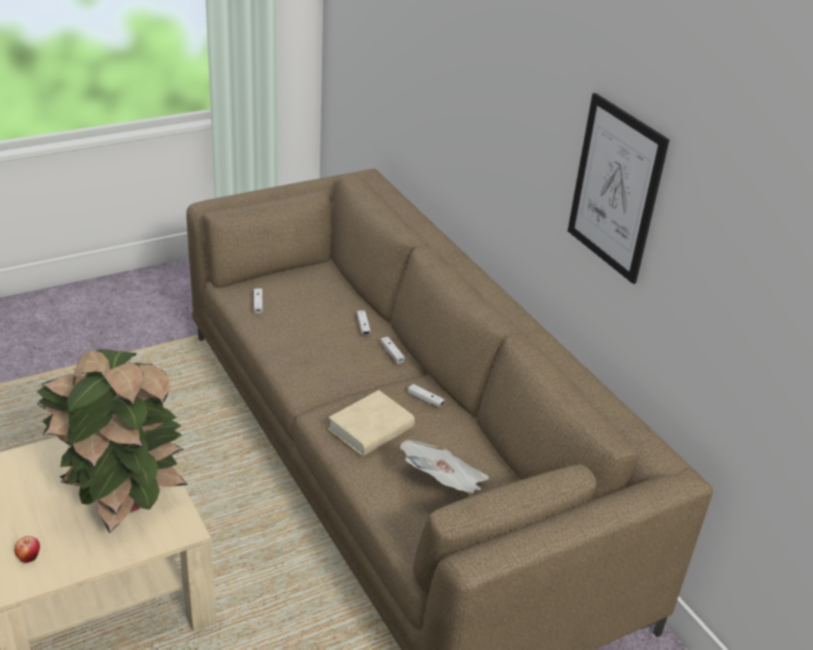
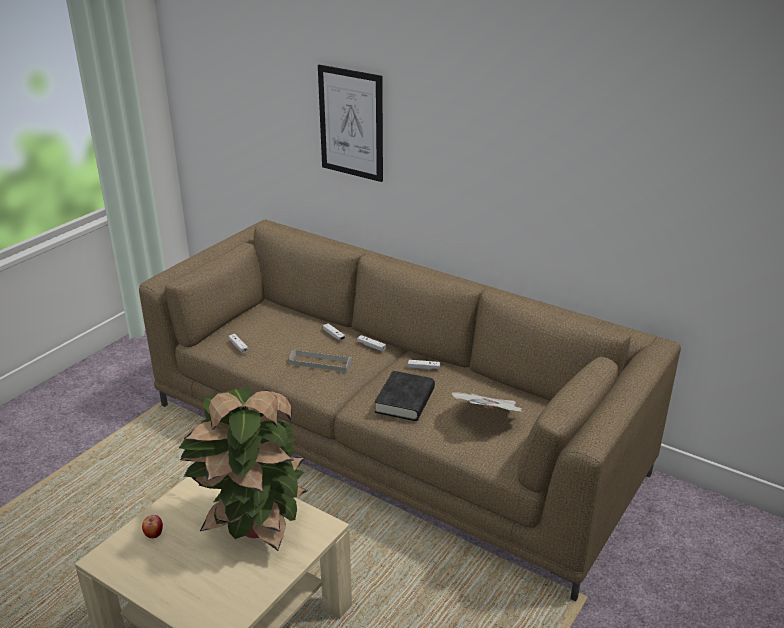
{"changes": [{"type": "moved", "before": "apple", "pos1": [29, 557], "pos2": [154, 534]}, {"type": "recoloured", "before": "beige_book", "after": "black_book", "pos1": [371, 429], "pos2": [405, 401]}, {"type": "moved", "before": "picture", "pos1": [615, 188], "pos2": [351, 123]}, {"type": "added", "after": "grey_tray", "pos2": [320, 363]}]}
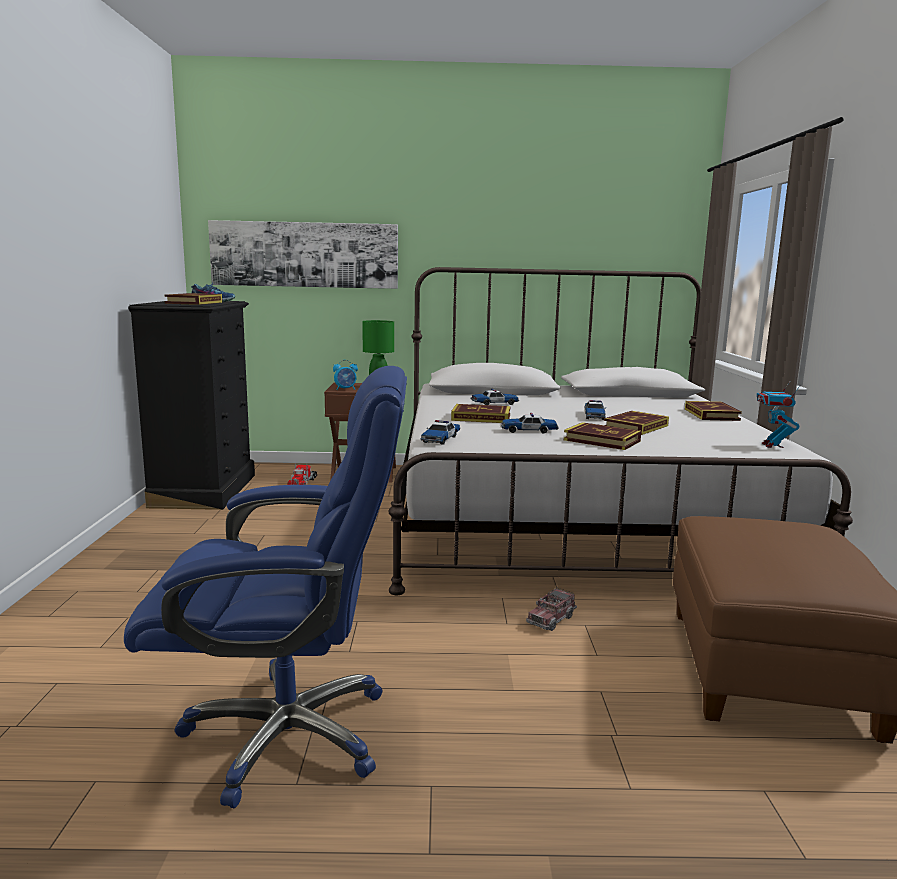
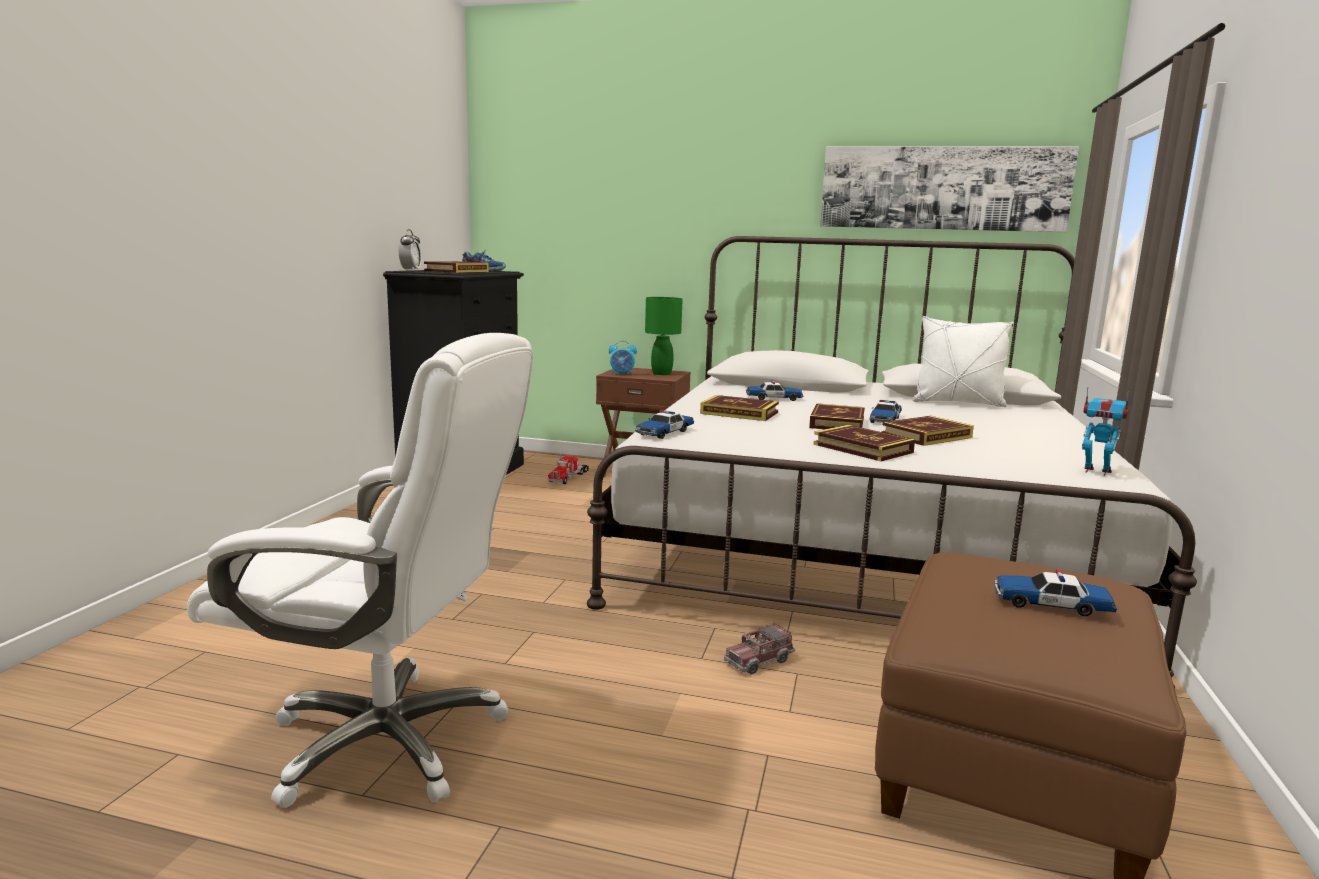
{"changes": [{"type": "recoloured", "before": "blue_office_chair", "after": "white_office_chair", "pos1": [282, 733], "pos2": [381, 739]}, {"type": "moved", "before": "picture", "pos1": [304, 254], "pos2": [942, 188]}, {"type": "moved", "before": "toy_car", "pos1": [529, 430], "pos2": [1051, 604]}, {"type": "moved", "before": "book", "pos1": [711, 414], "pos2": [837, 423]}, {"type": "turned", "before": "toy_robot", "pos1": [772, 445], "pos2": [1096, 471], "turn": 105}, {"type": "added", "after": "alarm_clock", "pos2": [410, 270]}, {"type": "added", "after": "white_pillow", "pos2": [957, 403]}]}
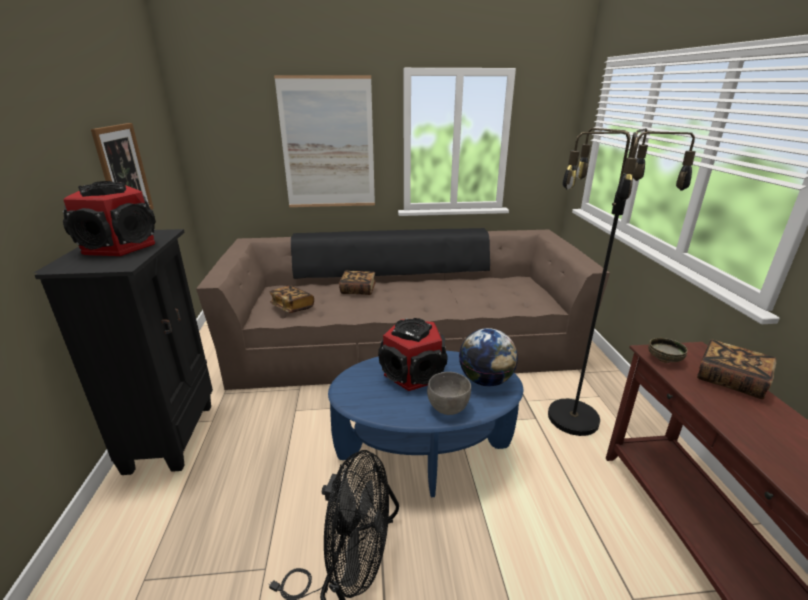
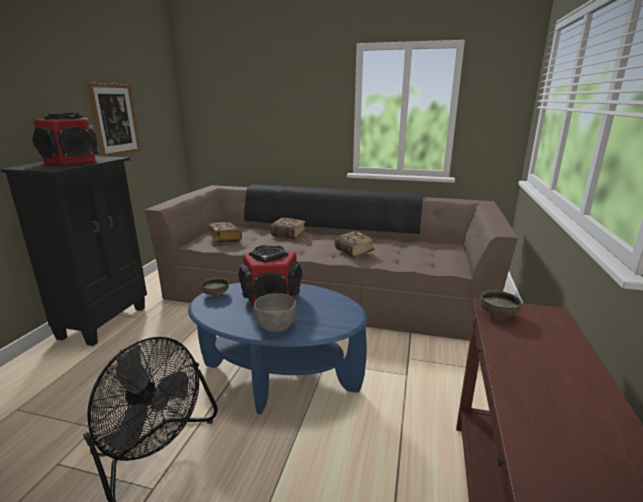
{"changes": [{"type": "removed", "before": "picture", "pos1": [328, 144]}, {"type": "removed", "before": "globe", "pos1": [485, 380]}, {"type": "removed", "before": "floor_lamp", "pos1": [572, 417]}, {"type": "moved", "before": "book", "pos1": [730, 380], "pos2": [354, 252]}, {"type": "added", "after": "bowl", "pos2": [215, 295]}]}
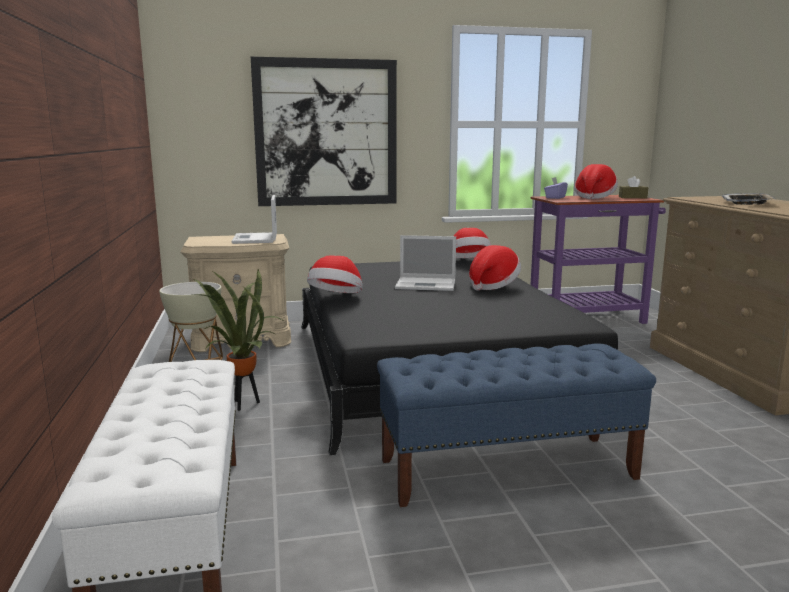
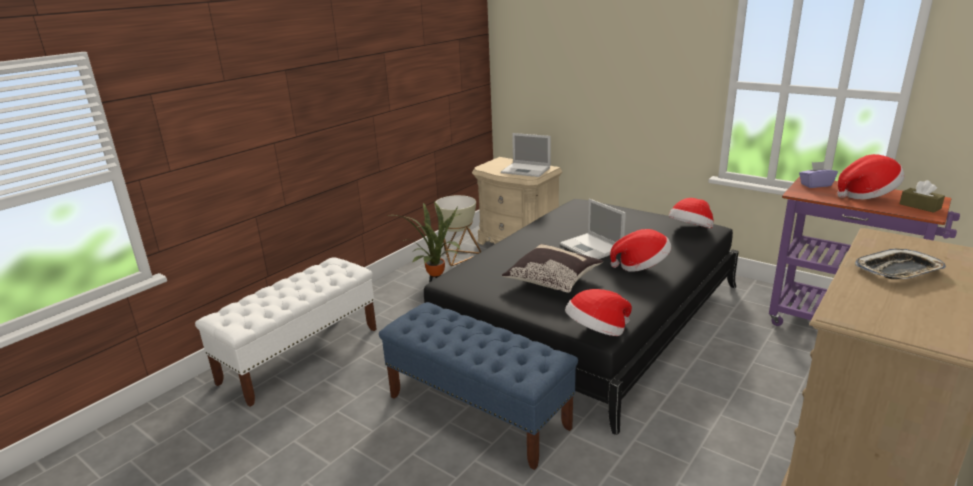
{"changes": [{"type": "turned", "before": "laptop", "pos1": [255, 239], "pos2": [527, 170], "turn": -105}, {"type": "removed", "before": "picture", "pos1": [326, 133]}, {"type": "moved", "before": "hat", "pos1": [336, 298], "pos2": [596, 332]}, {"type": "added", "after": "pillow", "pos2": [553, 280]}]}
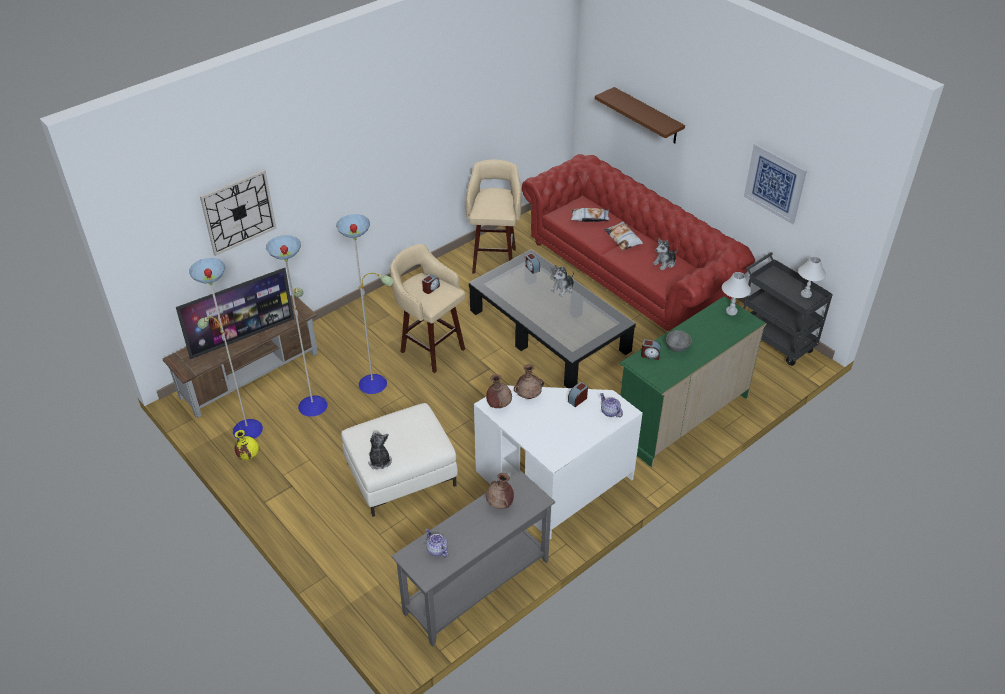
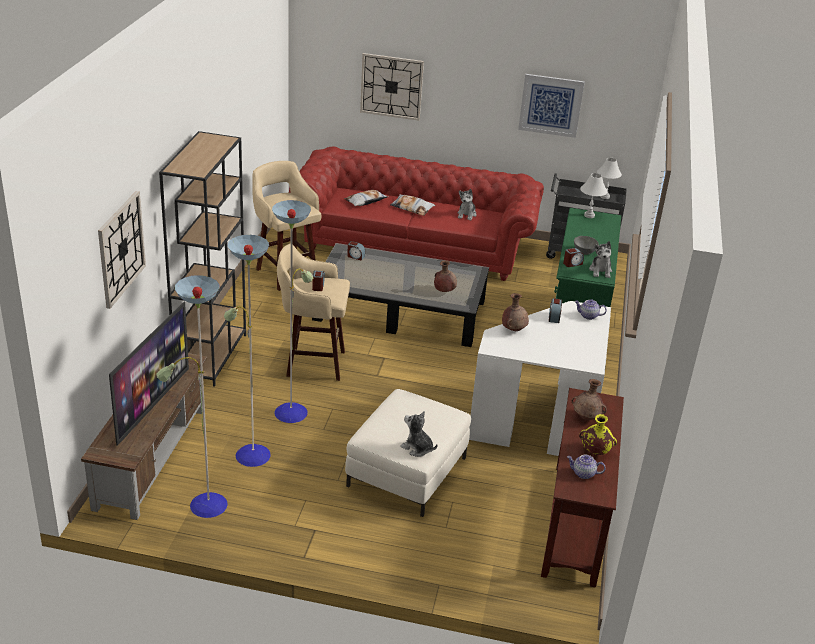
{"changes": [{"type": "moved", "before": "yellow_vase", "pos1": [248, 455], "pos2": [595, 451]}, {"type": "recoloured", "before": "grey_console_table", "after": "brown_console_table", "pos1": [476, 587], "pos2": [575, 524]}, {"type": "moved", "before": "brown_vase", "pos1": [499, 404], "pos2": [444, 291]}, {"type": "moved", "before": "plush_toy", "pos1": [563, 288], "pos2": [600, 271]}, {"type": "replaced", "before": "brown_shelf", "after": "wall_clock", "pos1": [647, 116], "pos2": [391, 86]}, {"type": "added", "after": "bookcase", "pos2": [210, 356]}]}
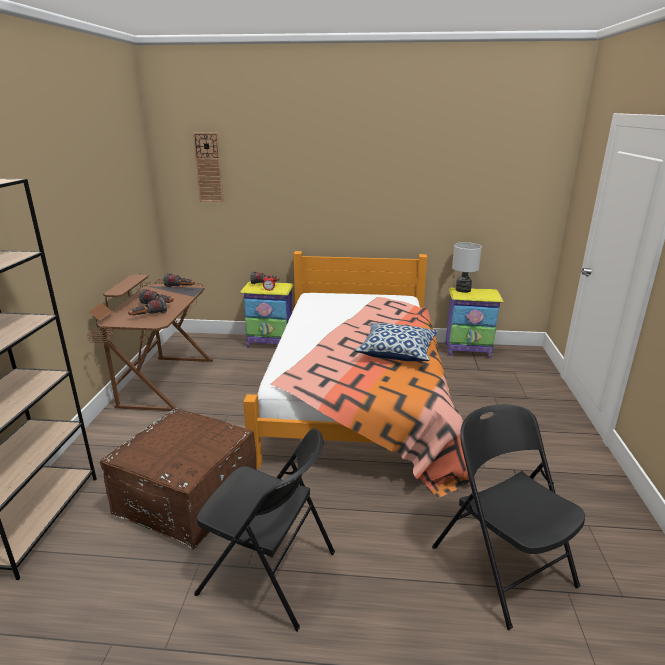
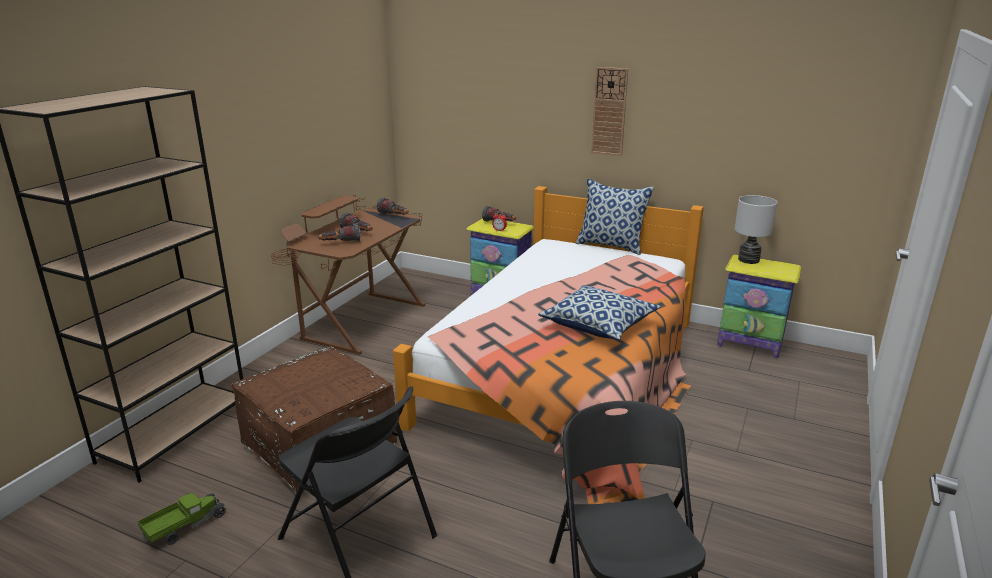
{"changes": [{"type": "moved", "before": "wall_clock", "pos1": [208, 168], "pos2": [609, 111]}, {"type": "added", "after": "toy_truck", "pos2": [185, 526]}, {"type": "added", "after": "pillow", "pos2": [611, 246]}]}
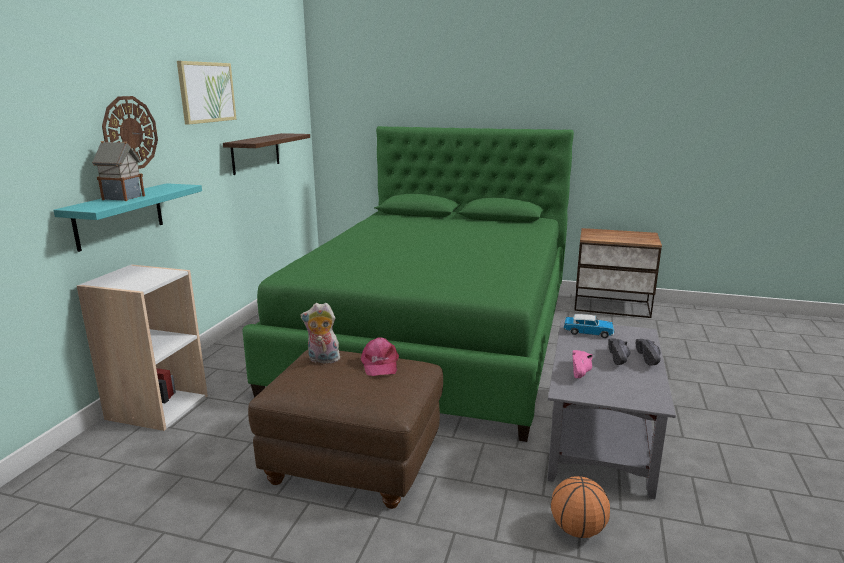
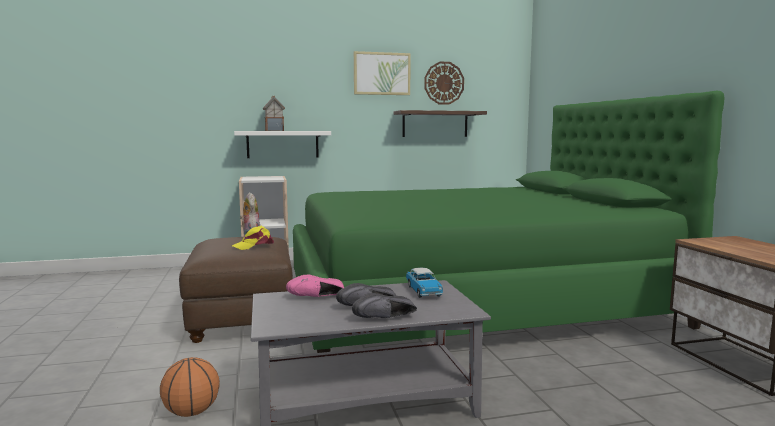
{"changes": [{"type": "recoloured", "before": "turquoise_shelf", "after": "white_shelf", "pos1": [119, 216], "pos2": [283, 144]}, {"type": "moved", "before": "wall_clock", "pos1": [130, 133], "pos2": [444, 83]}, {"type": "recoloured", "before": "pink_cap", "after": "yellow_cap", "pos1": [379, 364], "pos2": [254, 245]}]}
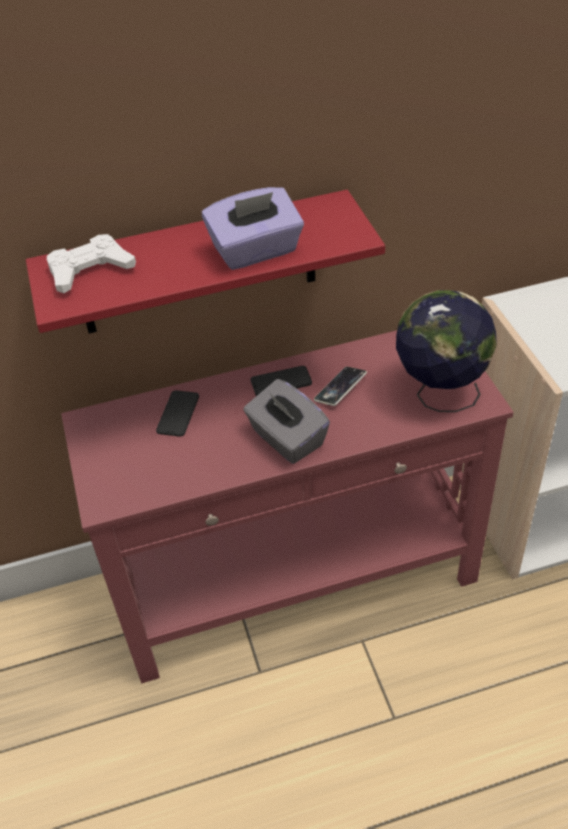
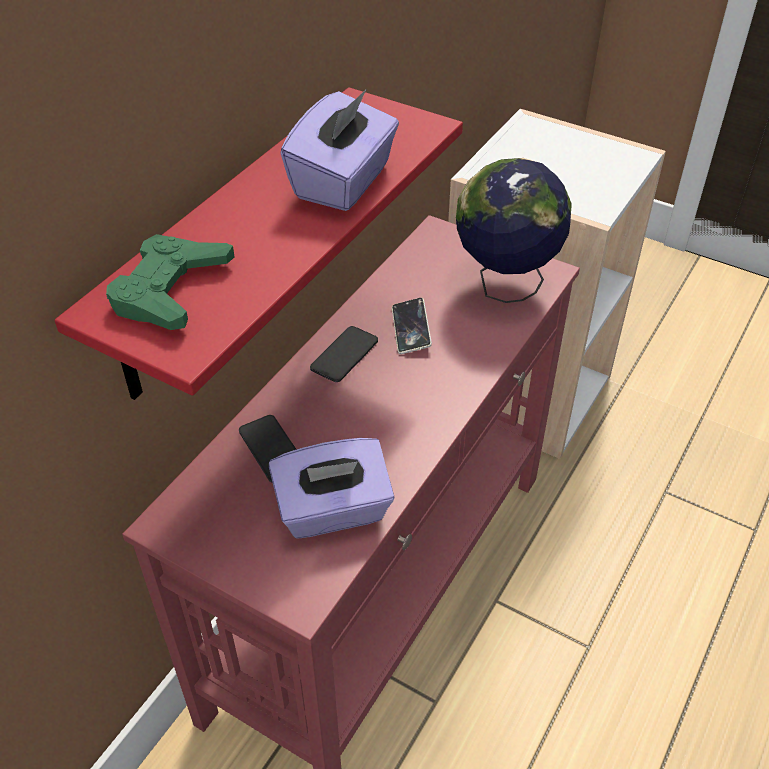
{"changes": [{"type": "recoloured", "before": "white_game_controller", "after": "green_game_controller", "pos1": [90, 270], "pos2": [170, 290]}, {"type": "removed", "before": "grey_tissue_box", "pos1": [287, 439]}, {"type": "added", "after": "purple_tissue_box", "pos2": [333, 511]}]}
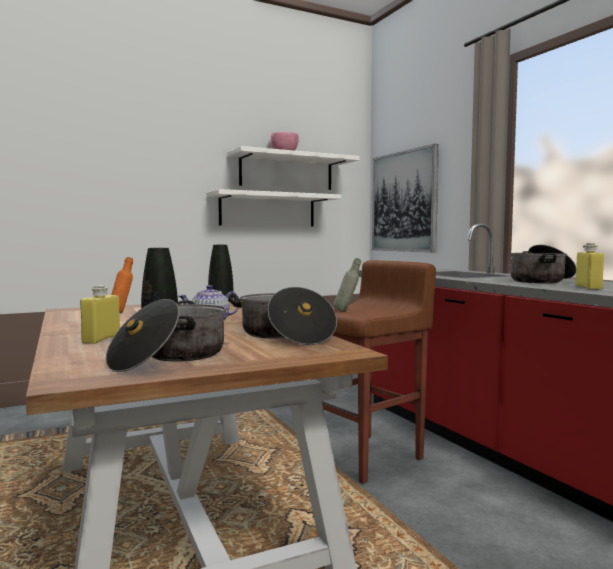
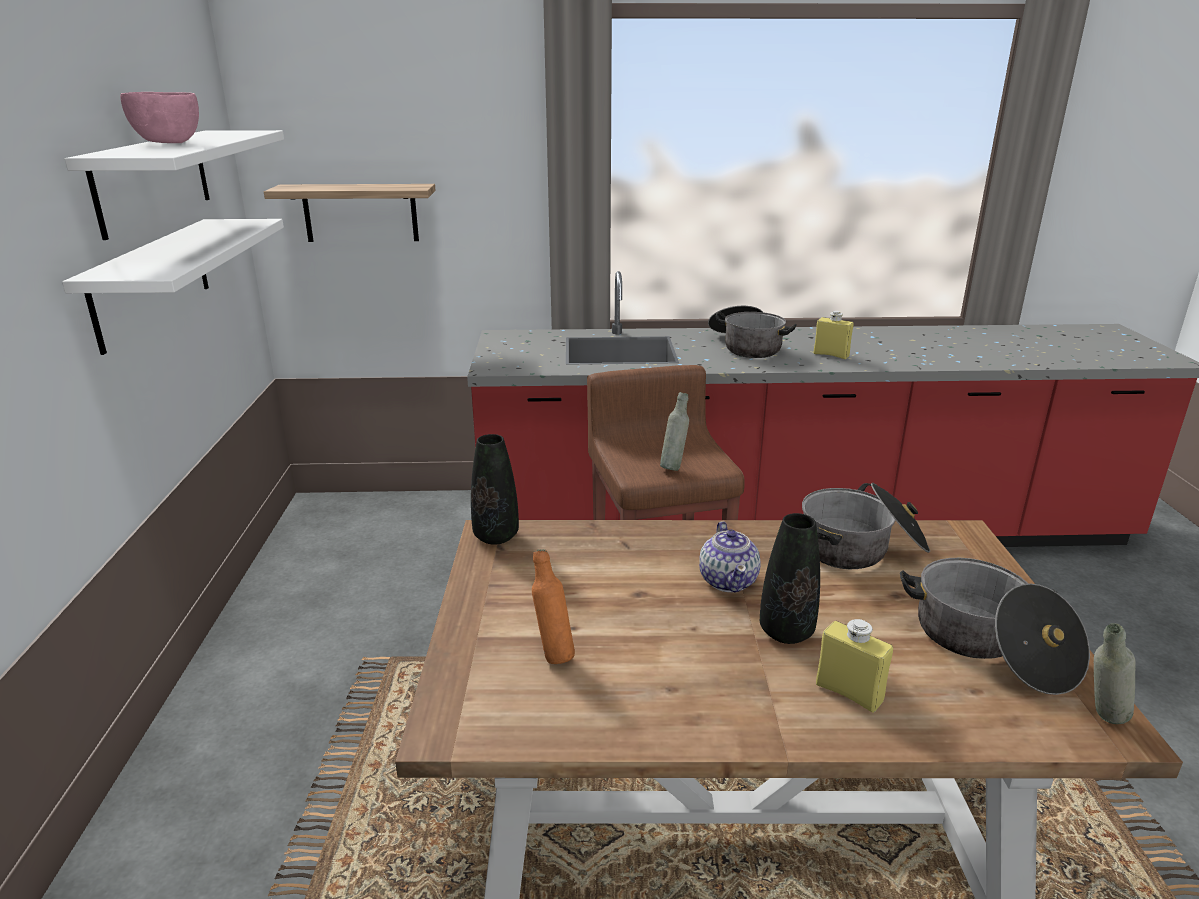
{"changes": [{"type": "replaced", "before": "picture", "after": "shelf", "pos1": [404, 201], "pos2": [360, 213]}, {"type": "added", "after": "grey_bottle", "pos2": [1100, 721]}]}
